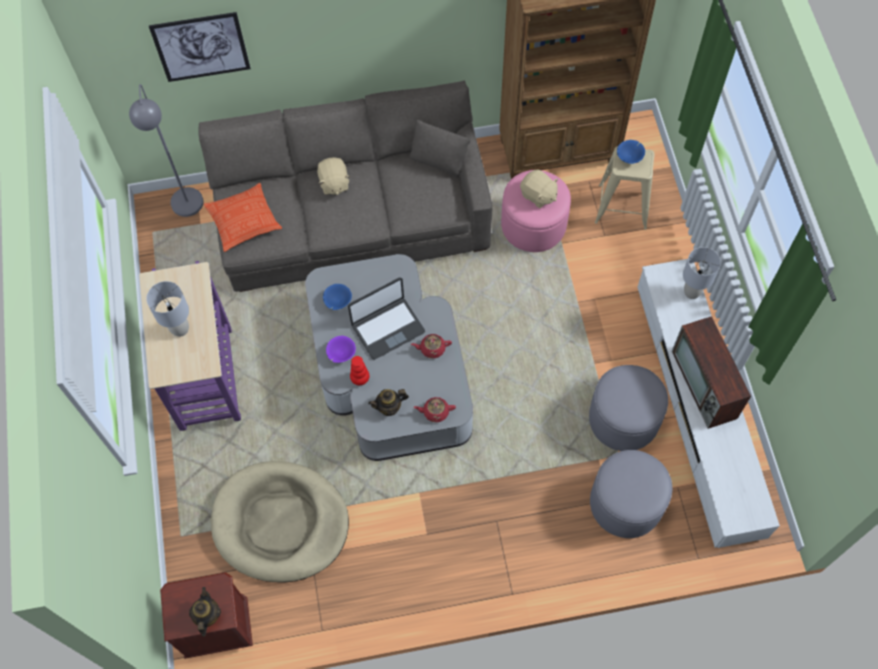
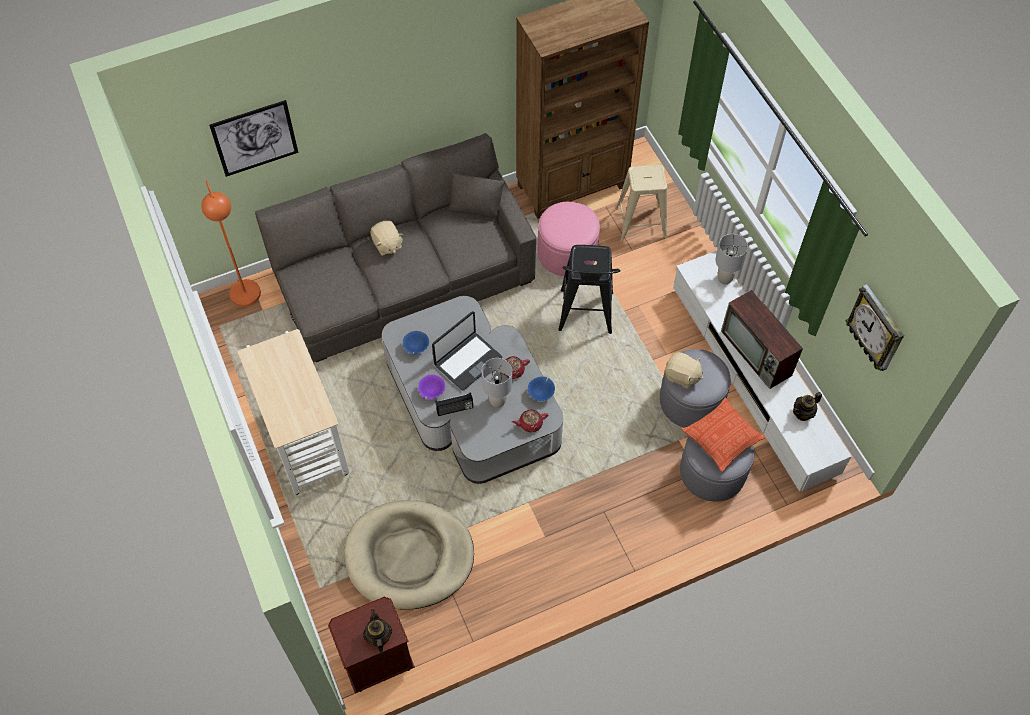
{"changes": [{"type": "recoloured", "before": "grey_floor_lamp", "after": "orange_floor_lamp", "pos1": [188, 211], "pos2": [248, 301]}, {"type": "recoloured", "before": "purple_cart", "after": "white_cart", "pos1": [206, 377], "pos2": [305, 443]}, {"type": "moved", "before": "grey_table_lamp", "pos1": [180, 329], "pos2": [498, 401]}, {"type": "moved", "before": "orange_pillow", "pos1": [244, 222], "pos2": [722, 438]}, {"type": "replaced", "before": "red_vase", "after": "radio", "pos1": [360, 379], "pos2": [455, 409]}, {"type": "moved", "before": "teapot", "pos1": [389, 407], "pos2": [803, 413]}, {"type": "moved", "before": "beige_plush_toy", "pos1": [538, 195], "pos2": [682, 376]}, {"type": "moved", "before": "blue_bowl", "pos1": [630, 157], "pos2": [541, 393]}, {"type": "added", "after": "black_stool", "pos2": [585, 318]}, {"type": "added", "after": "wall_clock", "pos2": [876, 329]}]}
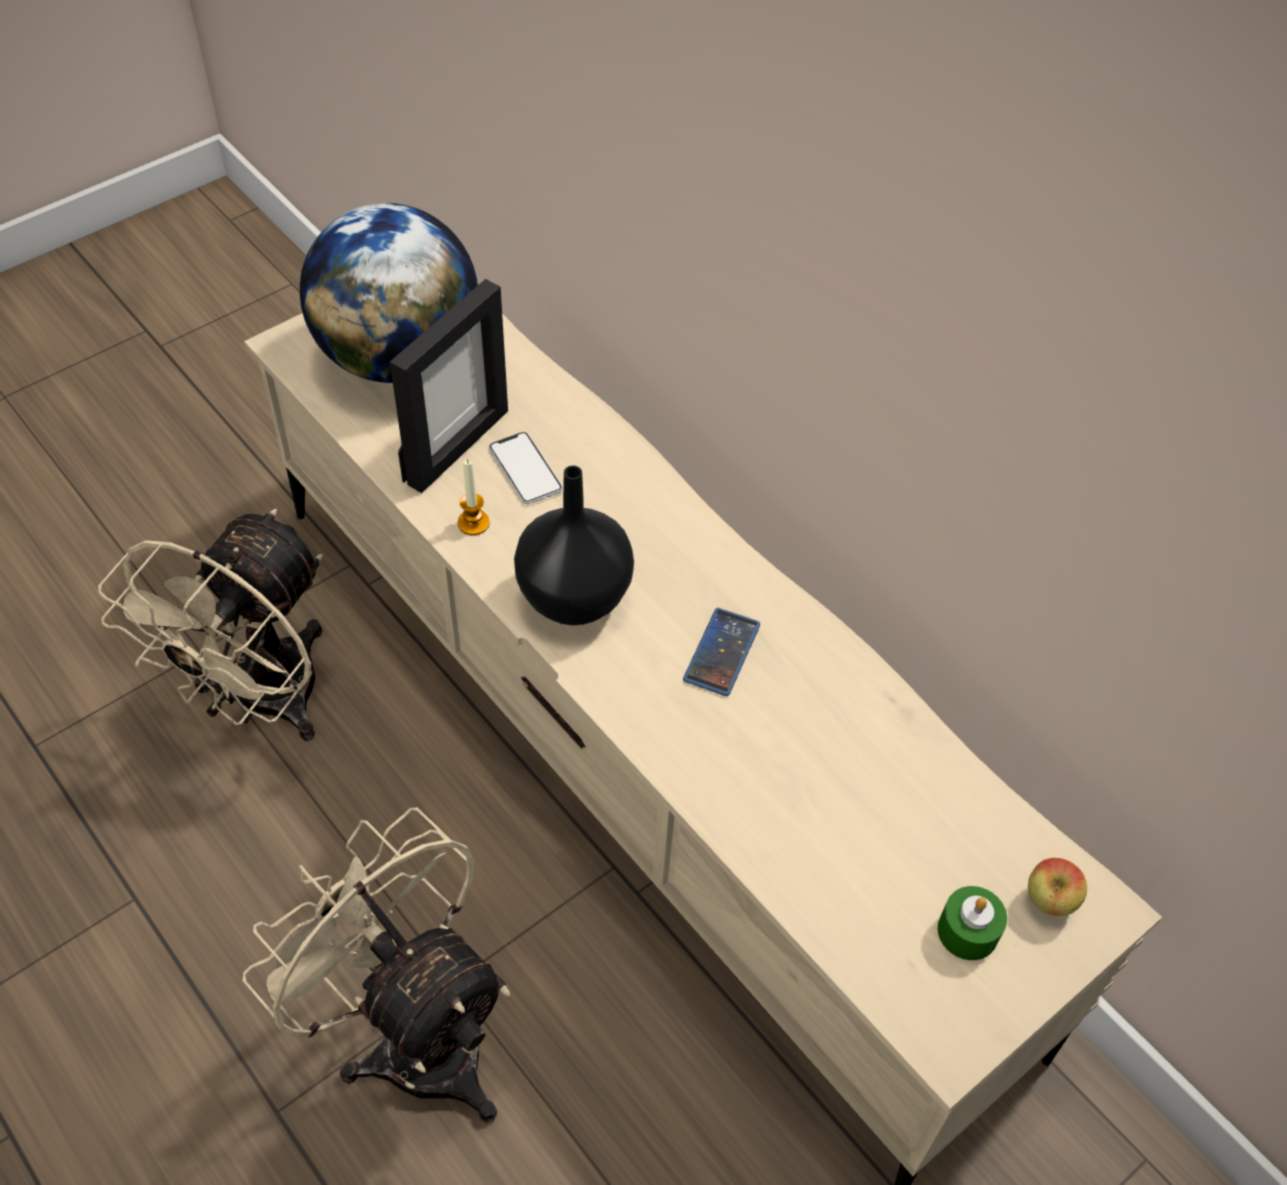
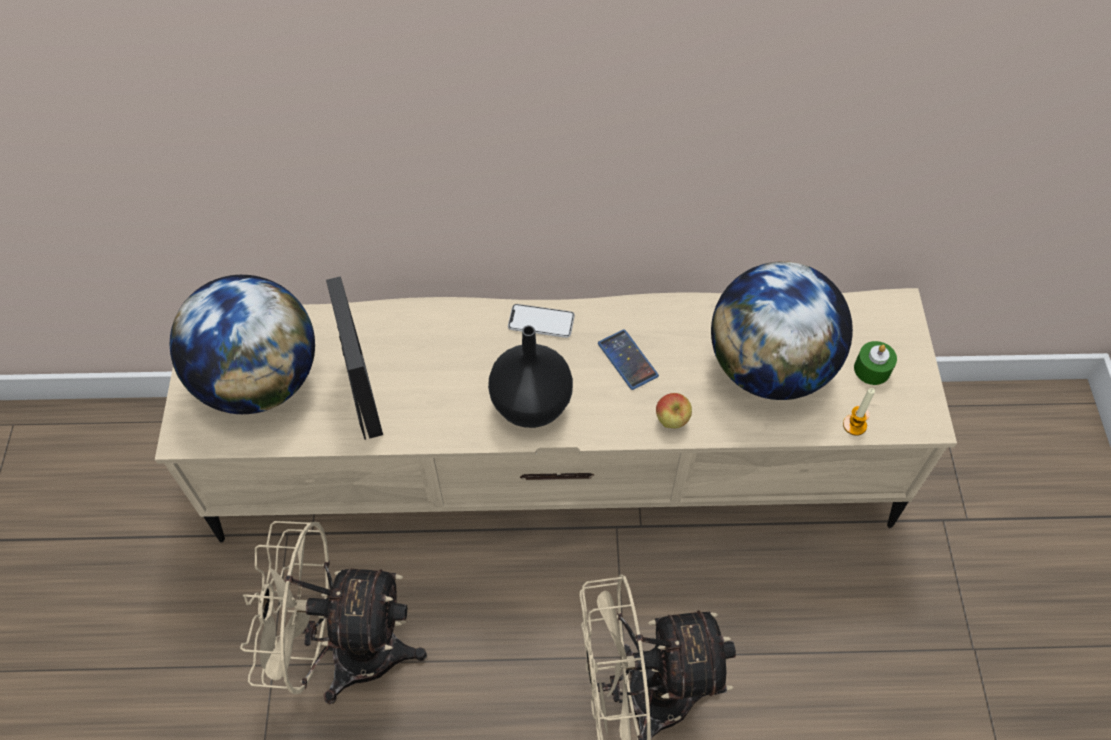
{"changes": [{"type": "turned", "before": "beige_fan", "pos1": [260, 703], "pos2": [346, 651], "turn": 120}, {"type": "moved", "before": "candle", "pos1": [473, 523], "pos2": [854, 425]}, {"type": "moved", "before": "phone", "pos1": [525, 469], "pos2": [541, 322]}, {"type": "moved", "before": "apple", "pos1": [1049, 901], "pos2": [672, 421]}, {"type": "added", "after": "globe", "pos2": [769, 367]}]}
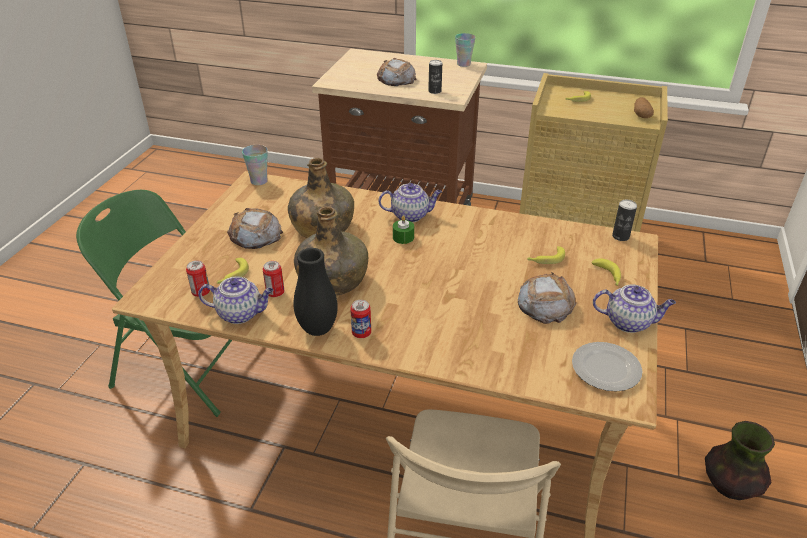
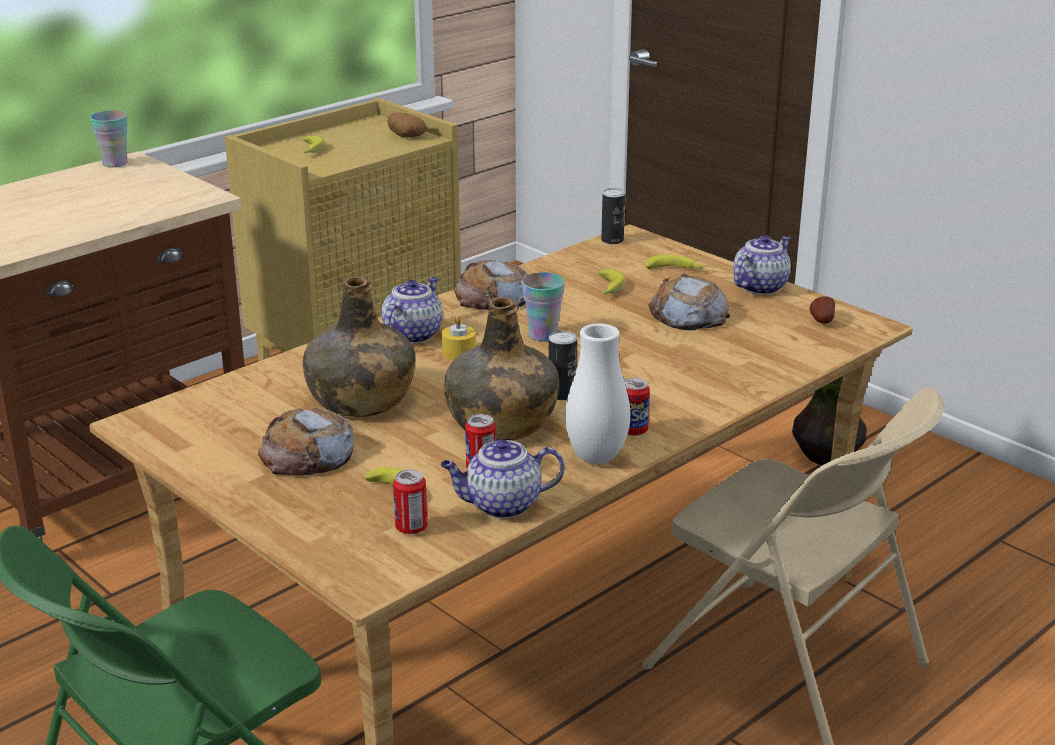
{"changes": [{"type": "turned", "before": "teapot", "pos1": [241, 313], "pos2": [501, 505], "turn": -135}, {"type": "moved", "before": "cup", "pos1": [259, 181], "pos2": [543, 335]}, {"type": "recoloured", "before": "black_vase", "after": "white_vase", "pos1": [318, 329], "pos2": [596, 457]}, {"type": "moved", "before": "bread", "pos1": [396, 79], "pos2": [493, 297]}, {"type": "recoloured", "before": "green_candle", "after": "yellow_candle", "pos1": [403, 237], "pos2": [458, 352]}, {"type": "moved", "before": "can", "pos1": [434, 91], "pos2": [562, 394]}, {"type": "replaced", "before": "plate", "after": "potato", "pos1": [606, 369], "pos2": [821, 321]}]}
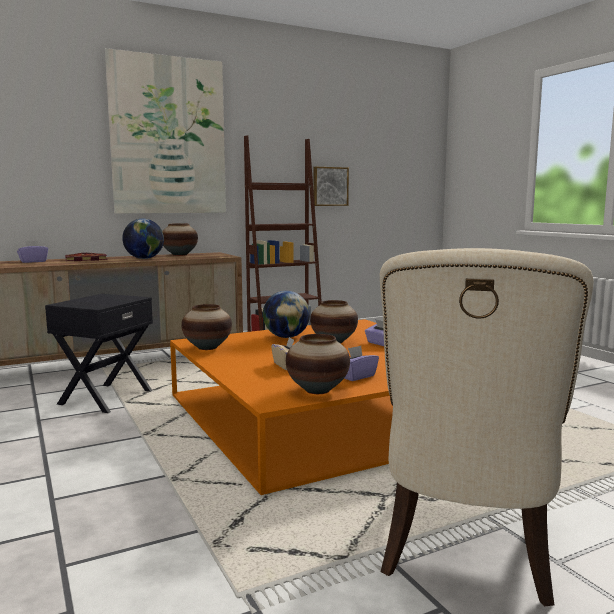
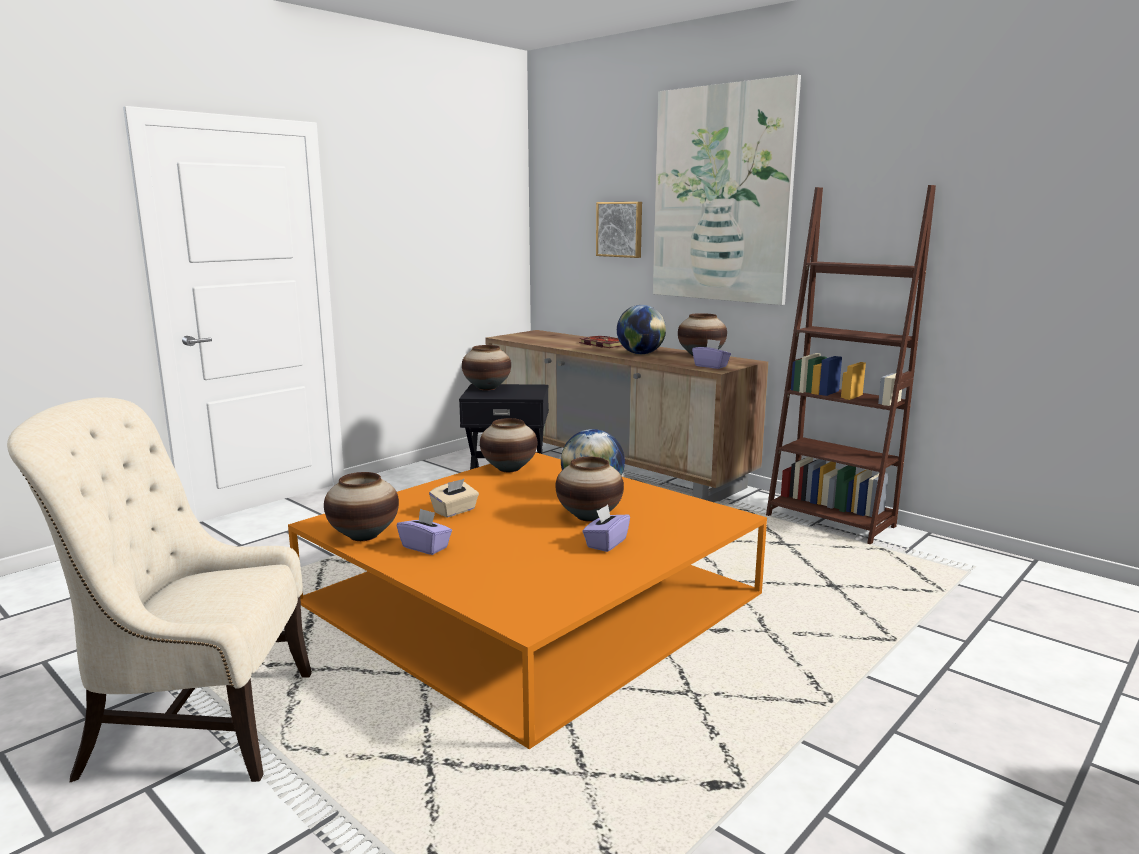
{"changes": [{"type": "moved", "before": "purple_tissue_box", "pos1": [33, 261], "pos2": [711, 366]}, {"type": "moved", "before": "picture", "pos1": [330, 186], "pos2": [620, 229]}, {"type": "added", "after": "vase", "pos2": [487, 388]}]}
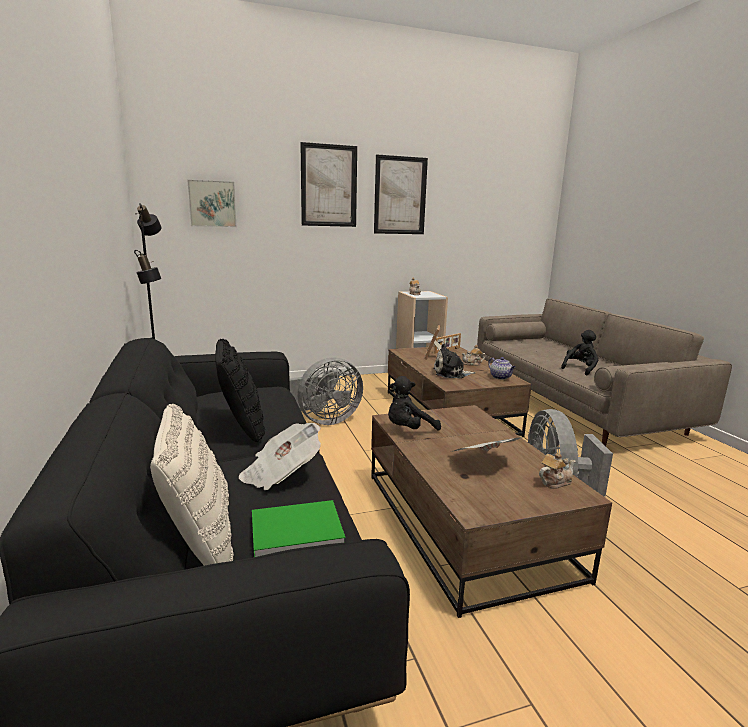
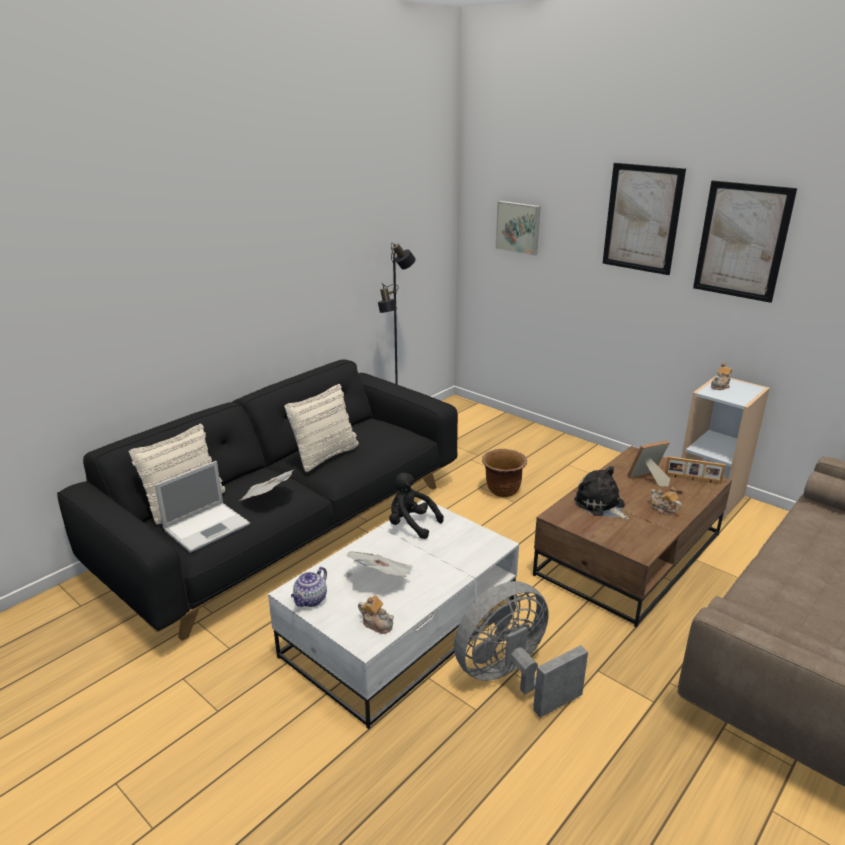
{"changes": [{"type": "recoloured", "before": "black_pillow", "after": "beige_pillow", "pos1": [241, 426], "pos2": [325, 456]}, {"type": "replaced", "before": "green_book", "after": "laptop", "pos1": [293, 529], "pos2": [208, 526]}, {"type": "replaced", "before": "grey_fan", "after": "brown_planter", "pos1": [324, 420], "pos2": [503, 490]}, {"type": "recoloured", "before": "brown_coffee_table", "after": "white_coffee_table", "pos1": [463, 522], "pos2": [401, 628]}, {"type": "moved", "before": "teapot", "pos1": [501, 377], "pos2": [310, 600]}, {"type": "removed", "before": "black_plush_toy", "pos1": [580, 369]}]}
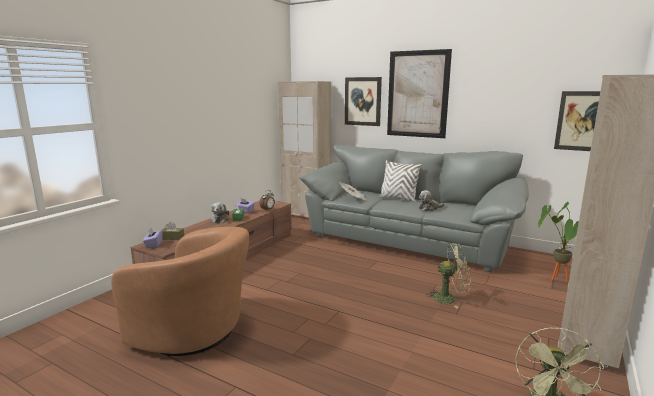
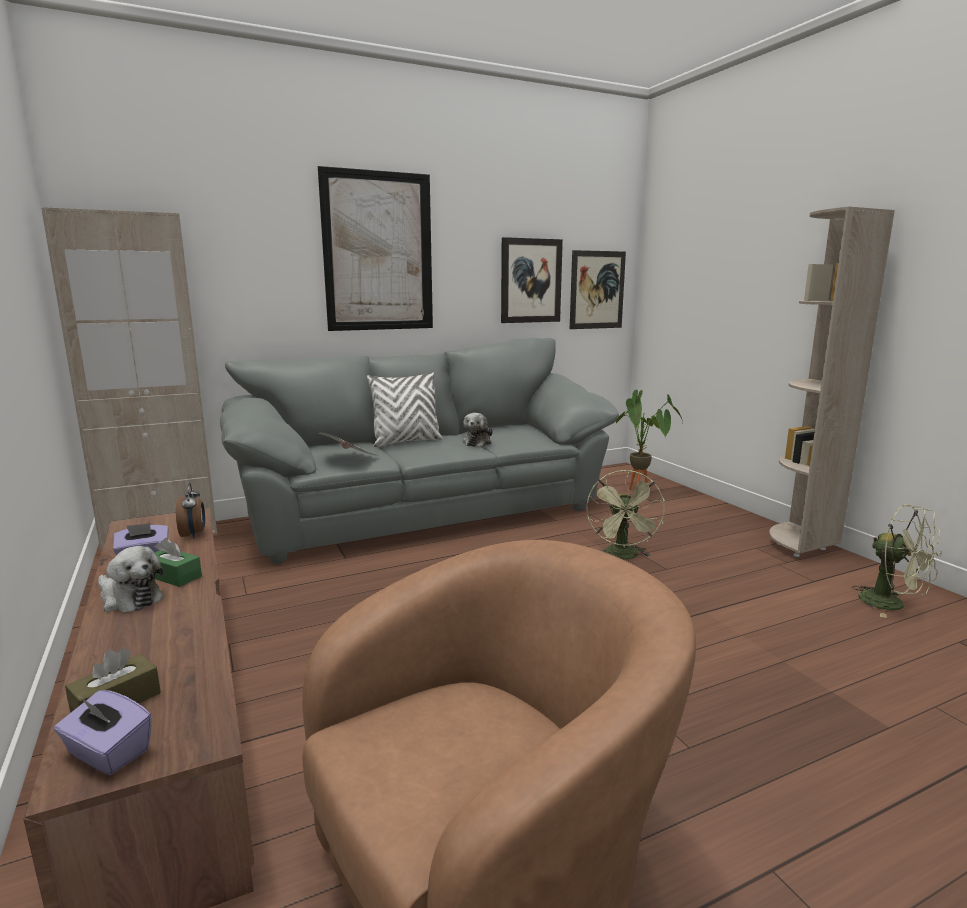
{"changes": [{"type": "moved", "before": "picture", "pos1": [363, 101], "pos2": [531, 281]}, {"type": "turned", "before": "green_fan", "pos1": [449, 298], "pos2": [623, 556], "turn": 150}]}
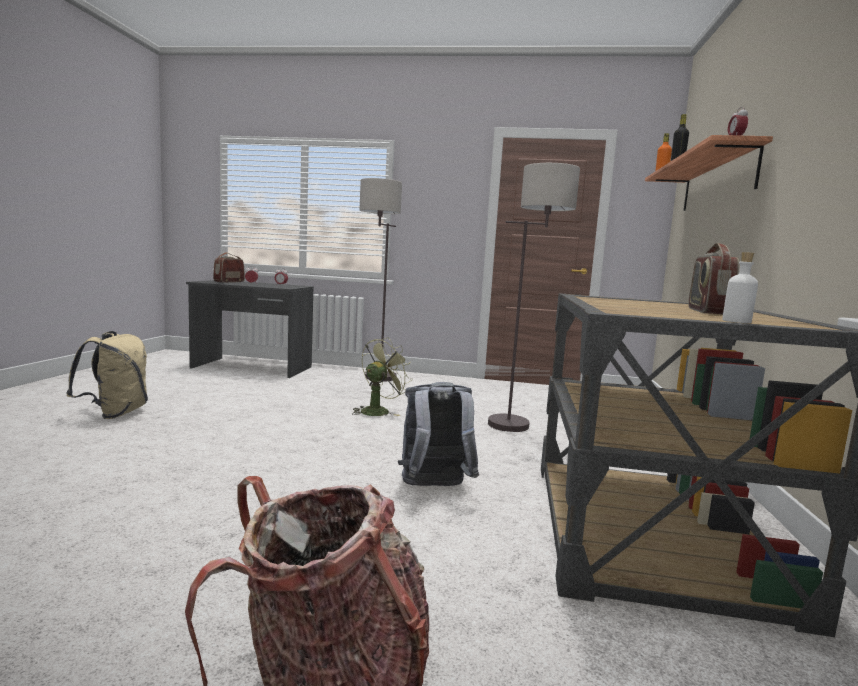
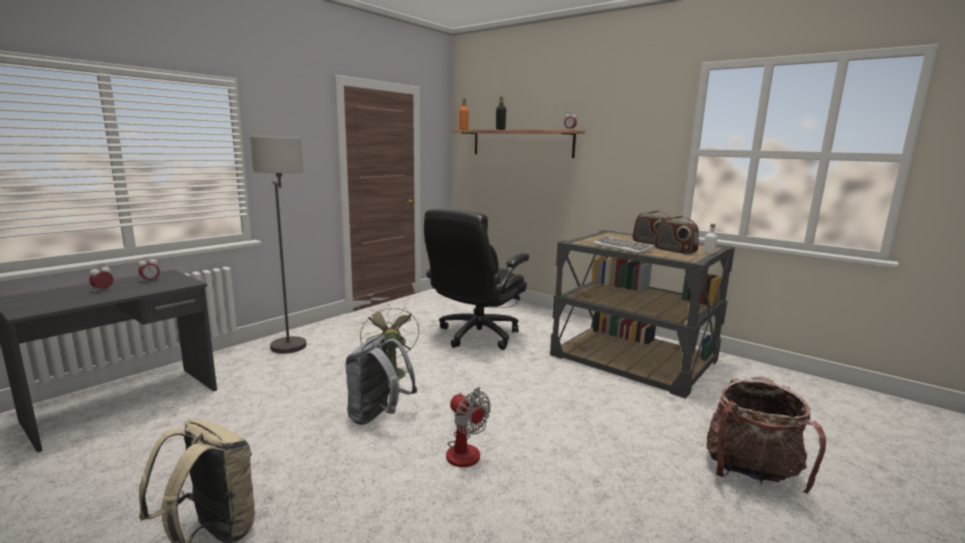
{"changes": [{"type": "moved", "before": "radio", "pos1": [229, 282], "pos2": [674, 251]}, {"type": "moved", "before": "grey_backpack", "pos1": [434, 488], "pos2": [378, 416]}, {"type": "replaced", "before": "grey_floor_lamp", "after": "black_office_chair", "pos1": [521, 426], "pos2": [475, 336]}, {"type": "added", "after": "fan", "pos2": [466, 448]}, {"type": "added", "after": "keyboard", "pos2": [622, 247]}]}
